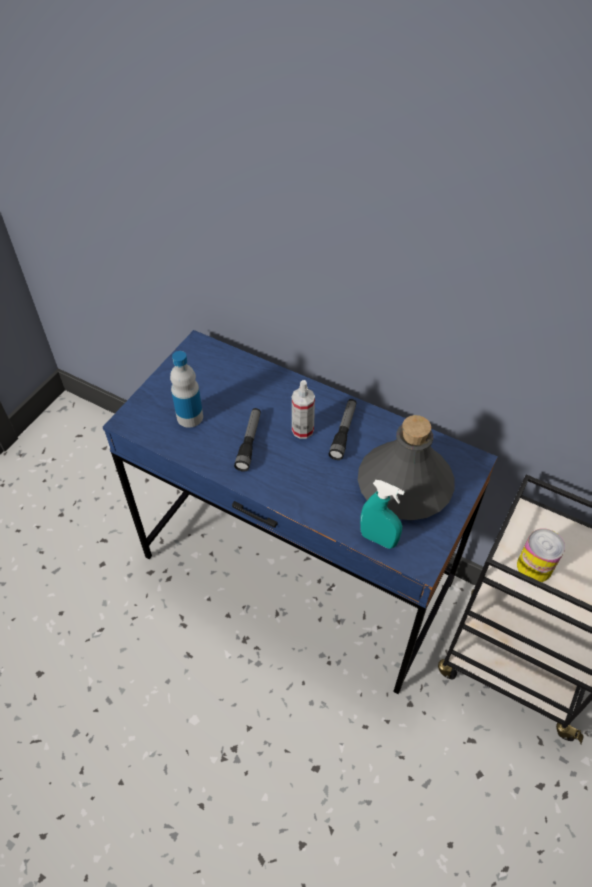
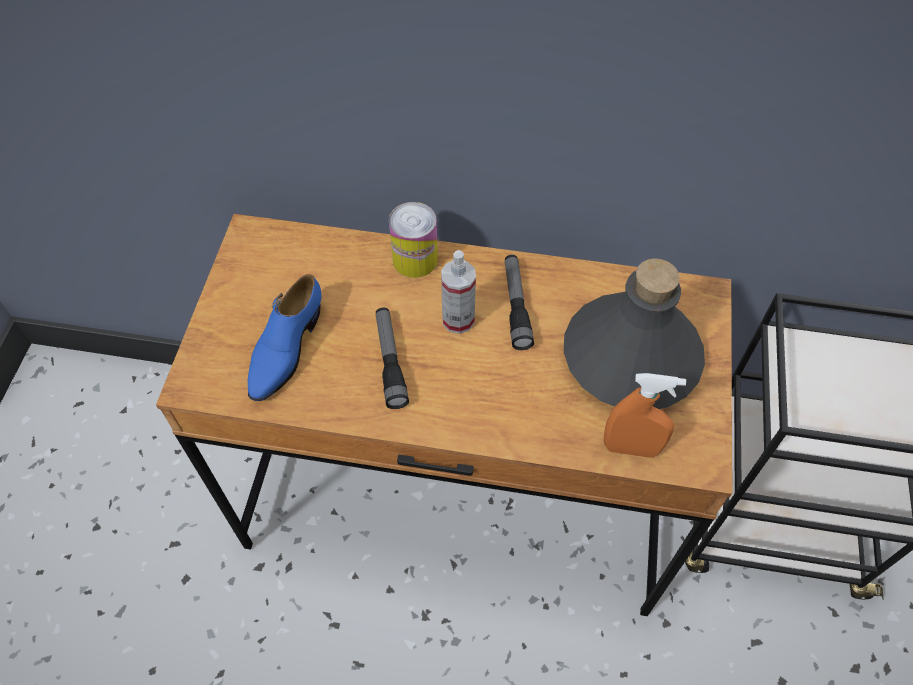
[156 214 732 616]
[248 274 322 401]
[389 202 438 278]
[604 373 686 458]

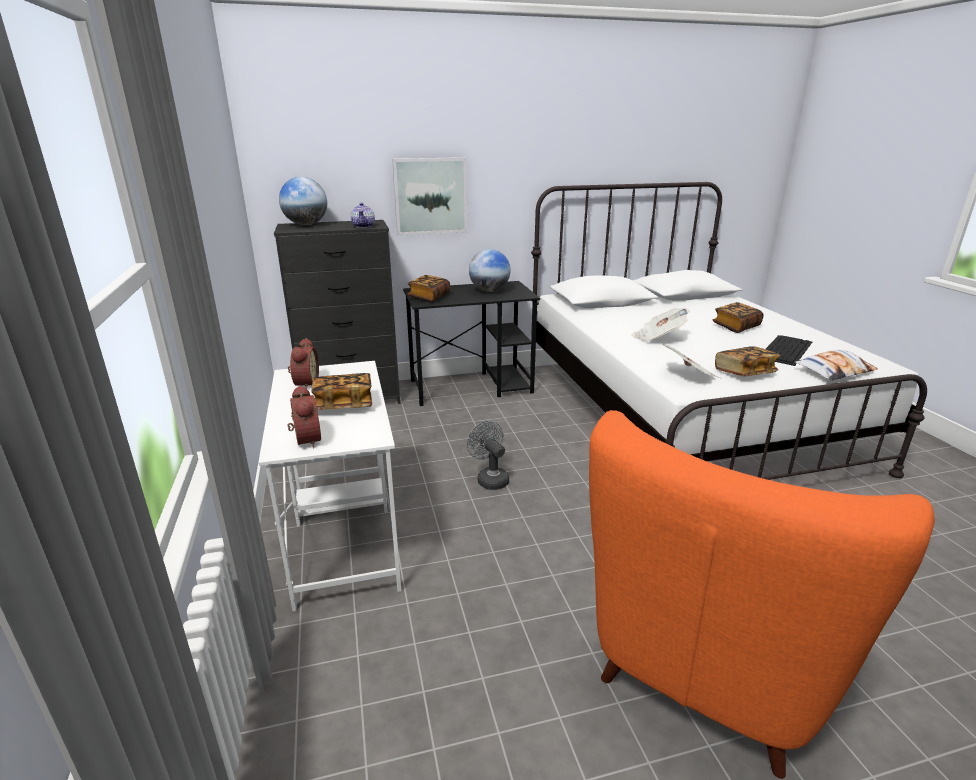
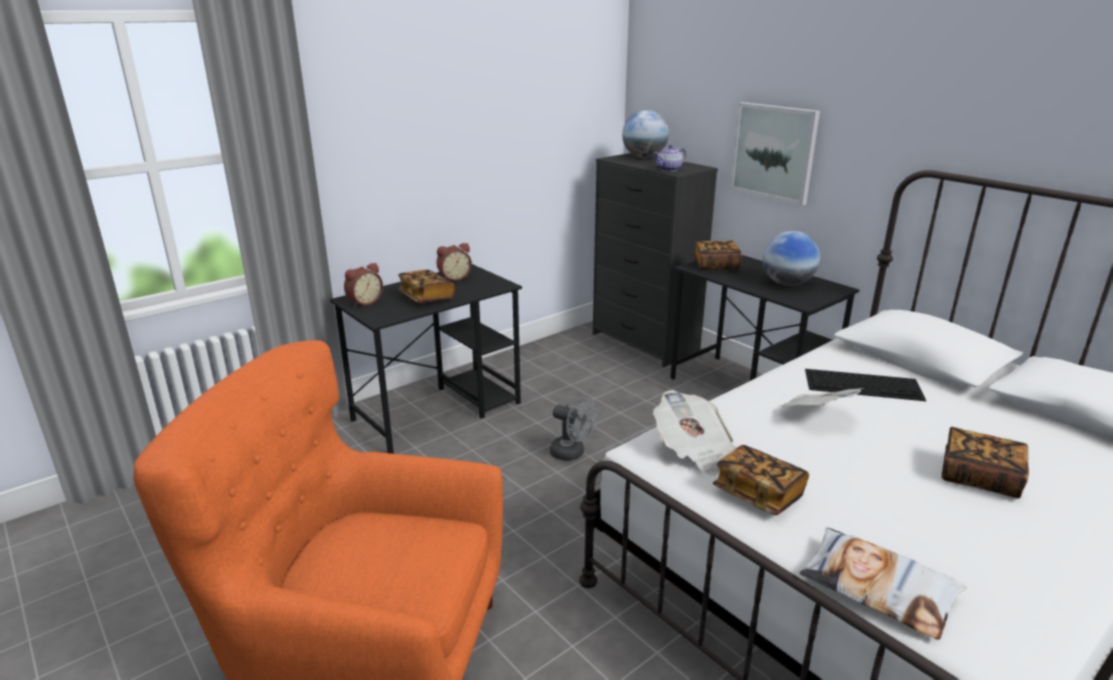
[330 264 522 454]
[550 397 597 461]
[805 369 926 401]

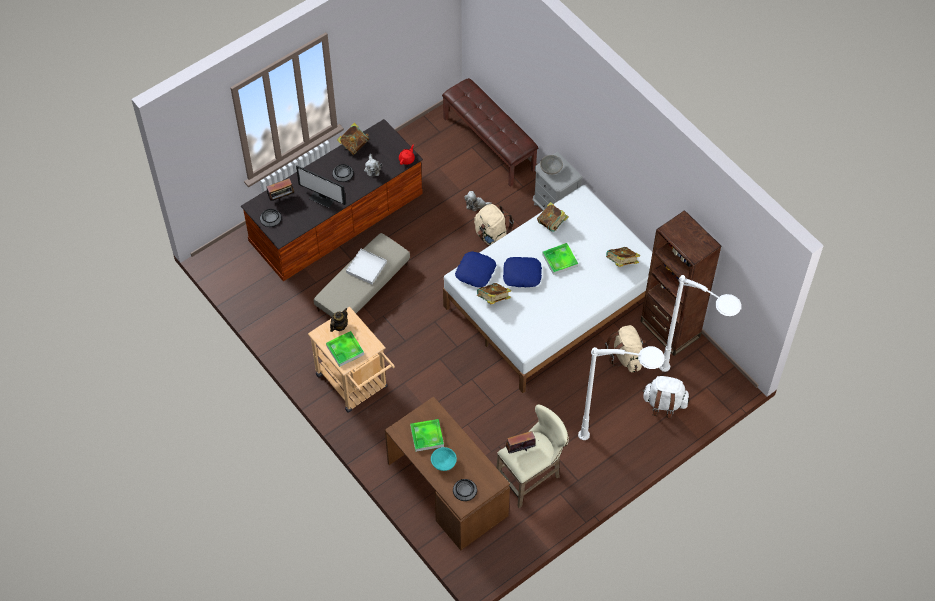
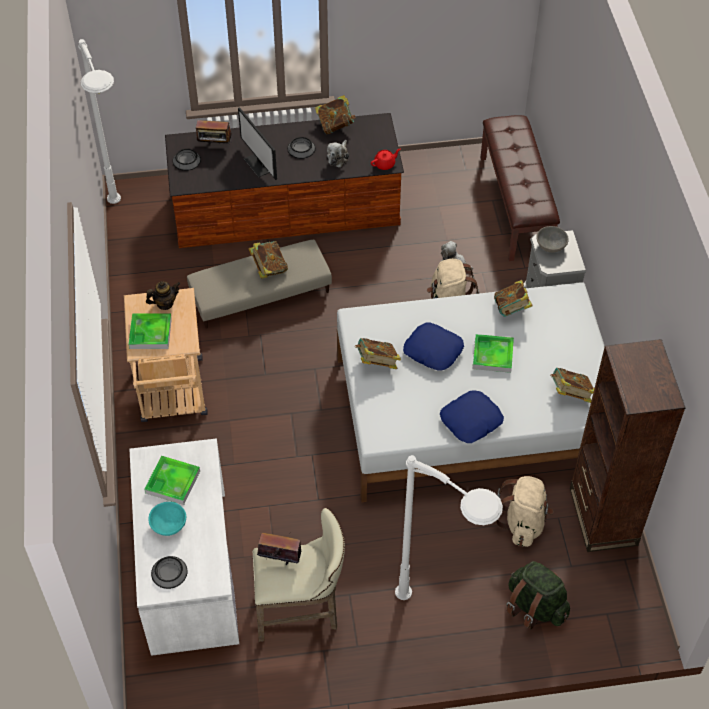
[78 39 121 204]
[129 438 239 656]
[249 241 288 279]
[440 390 504 443]
[507 561 570 629]

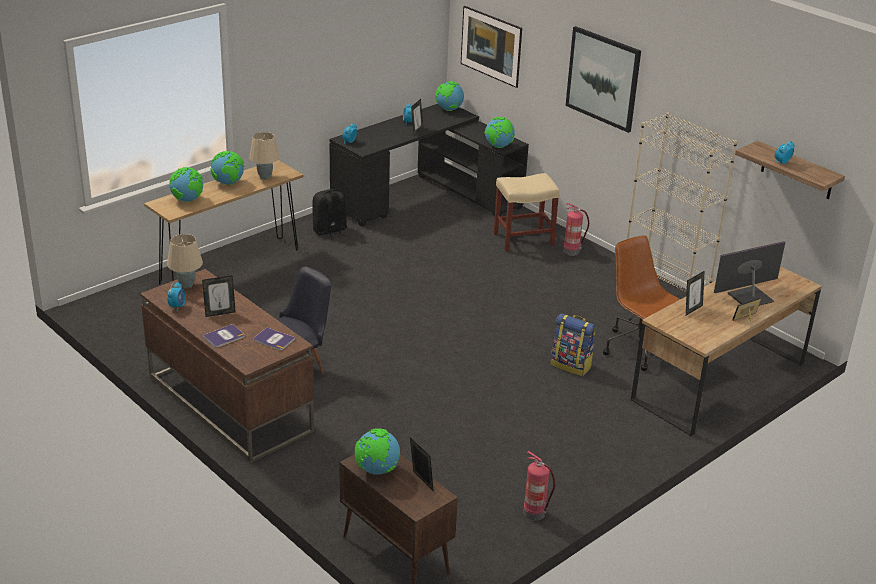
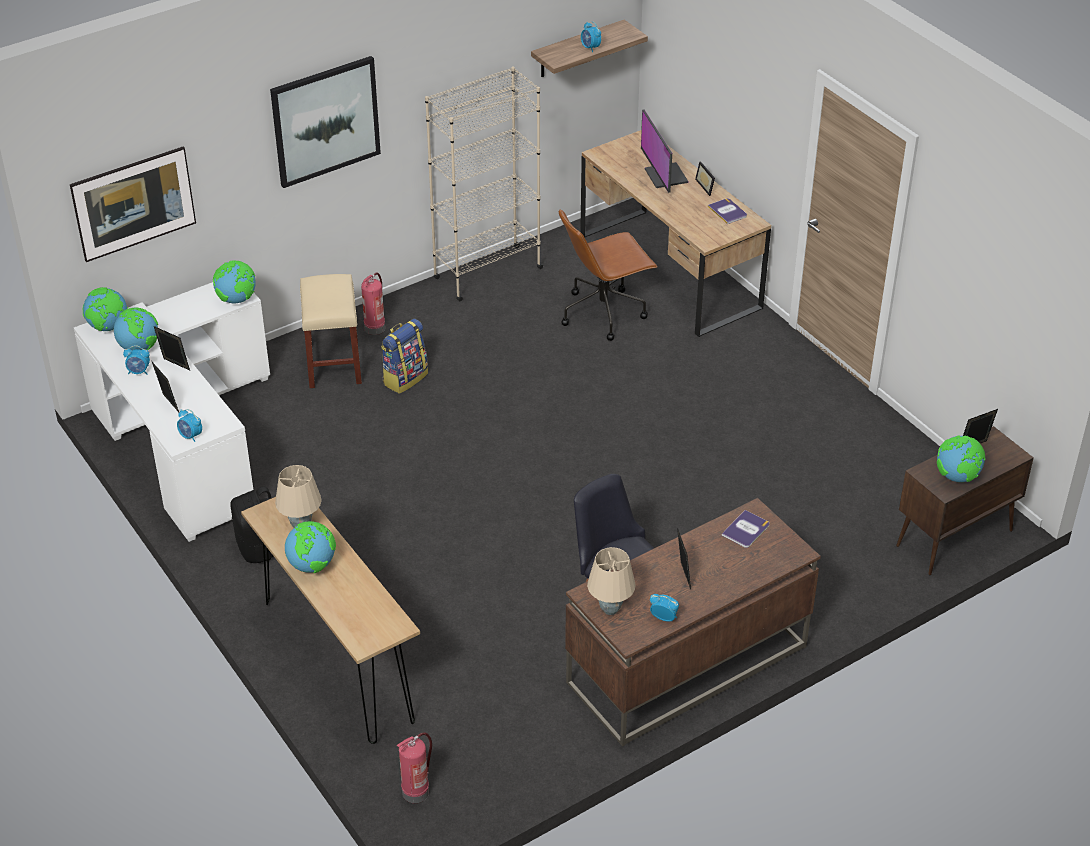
[74 282 270 542]
[114 308 158 350]
[152 362 179 412]
[381 318 428 394]
[397 732 432 803]
[708 198 747 224]

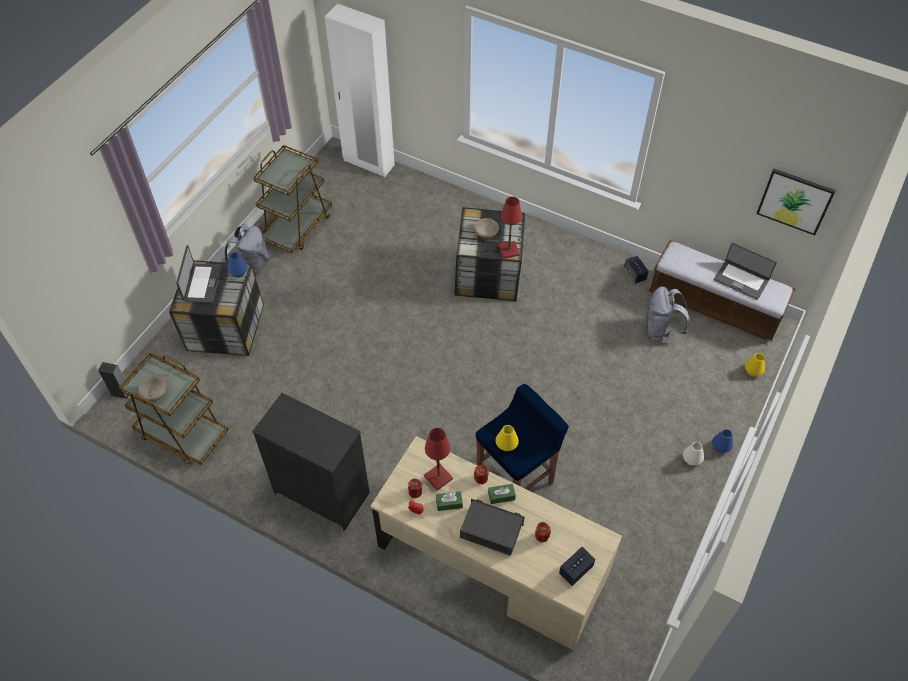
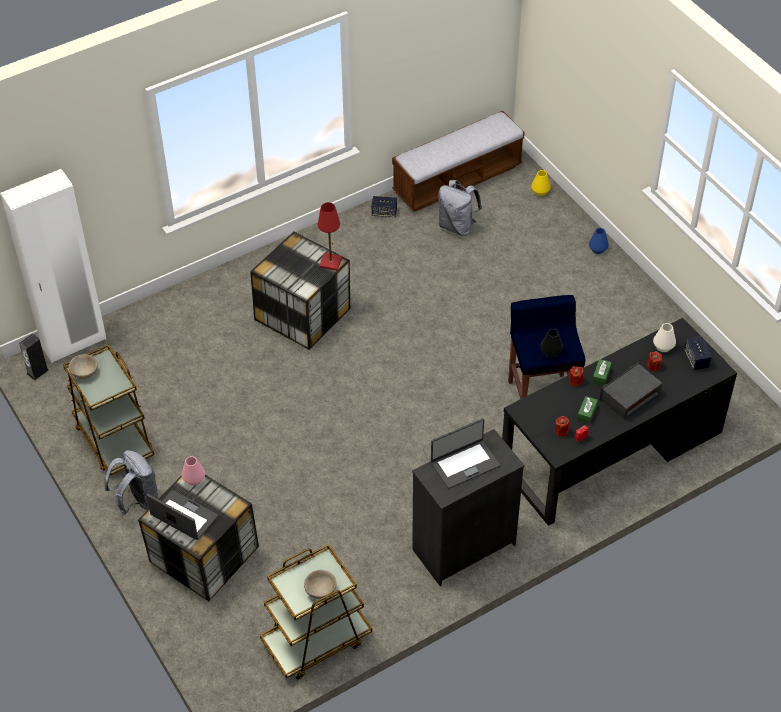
[19 333 49 381]
[69 354 97 379]
[181 456 205 486]
[431 418 500 489]
[502 318 737 526]
[540 329 563 358]
[653 323 676 352]
[424 428 453 491] (first image)
[756 169 836 235] (first image)

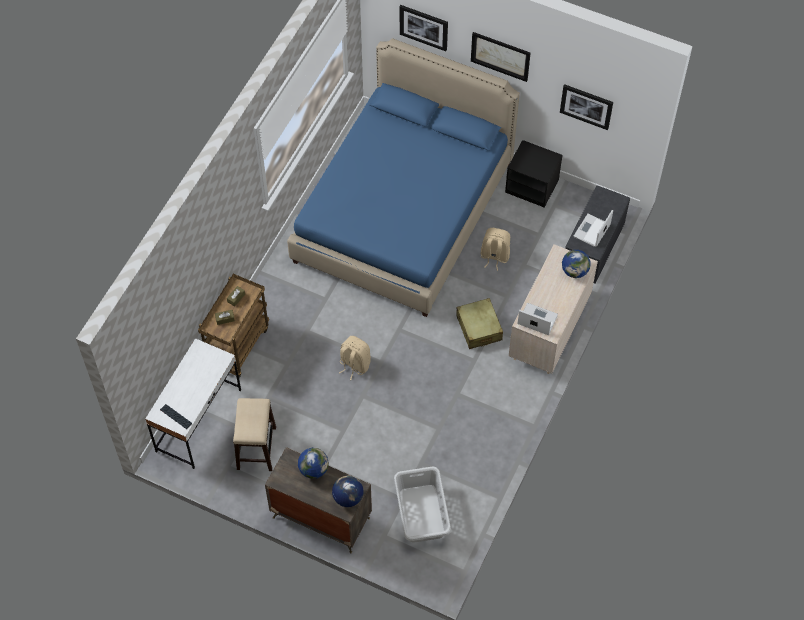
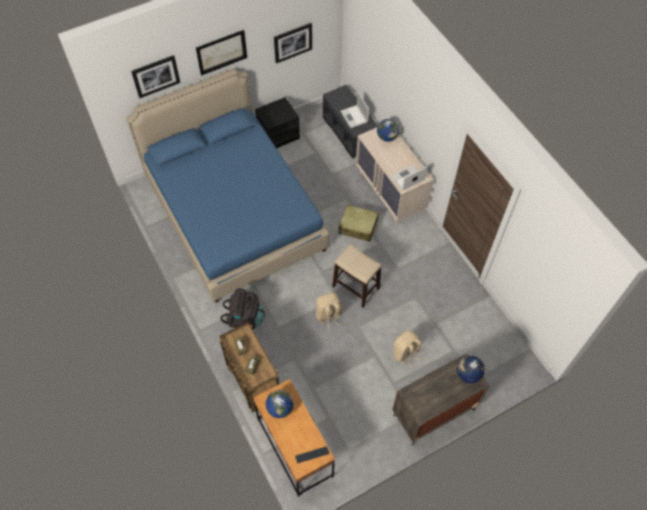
[221 288 265 329]
[253 379 335 497]
[266 390 294 418]
[332 244 382 308]
[393 330 421 367]
[394 467 451 543] (first image)

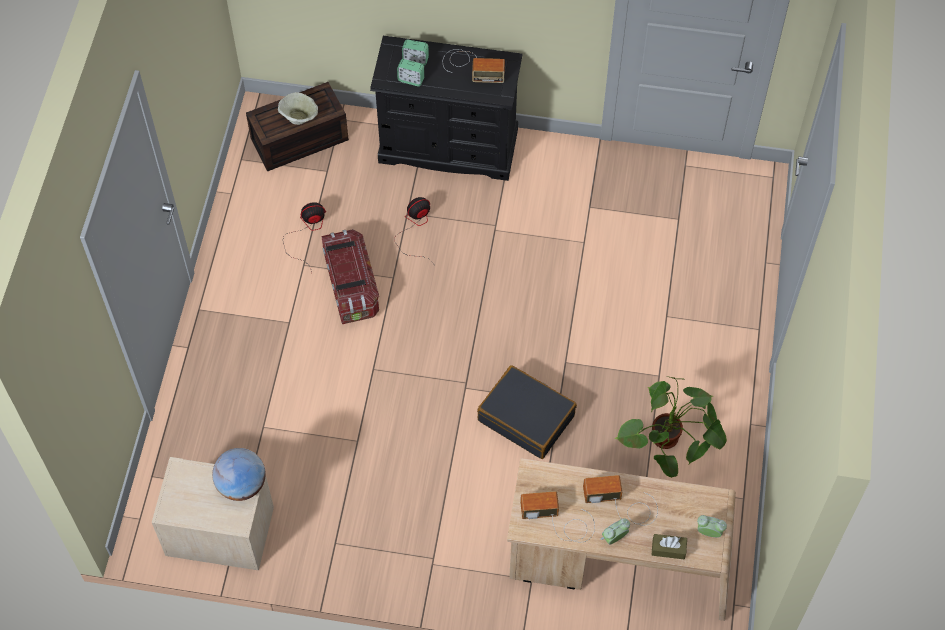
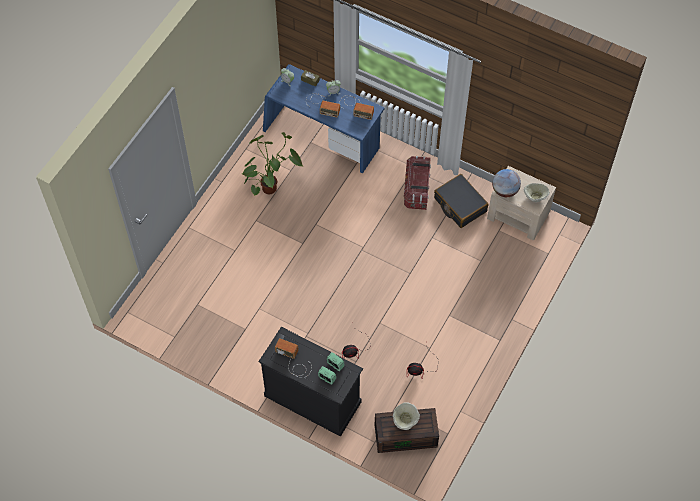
[263 64 385 173]
[404 156 431 210]
[434 174 488 228]
[523 183 550 202]

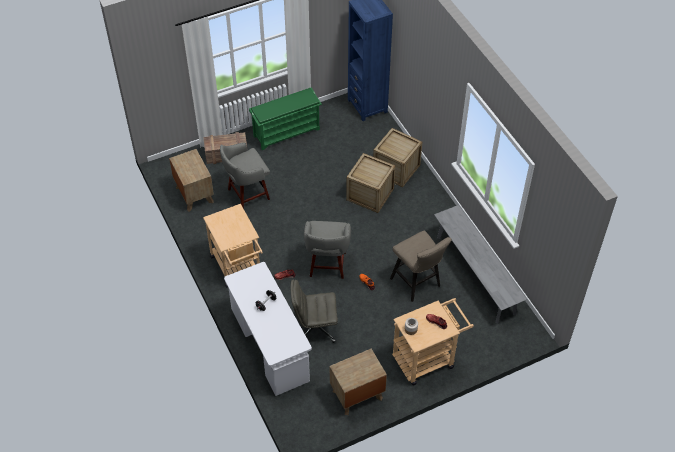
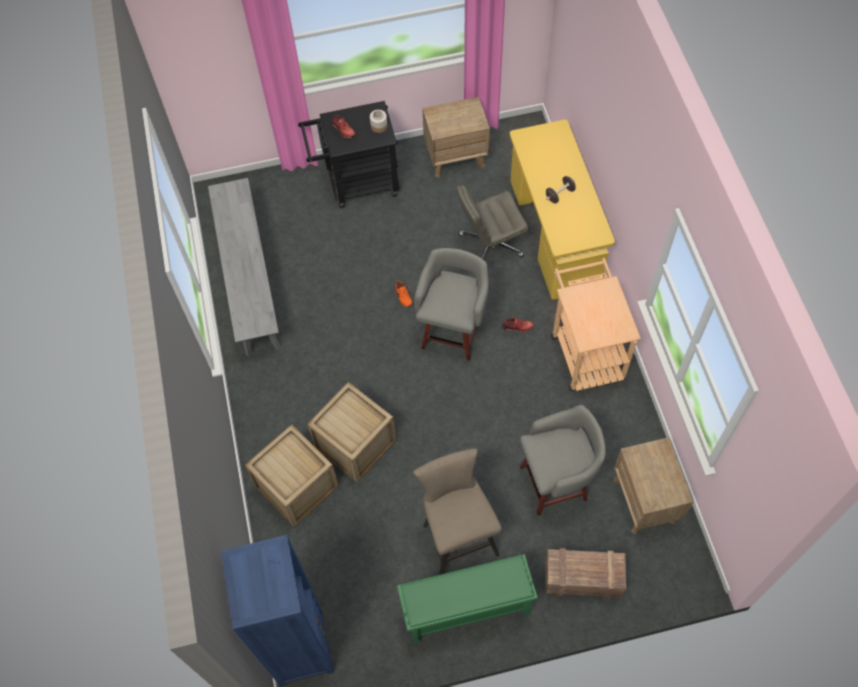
[298 101 401 208]
[413 448 502 575]
[456 185 528 259]
[510 120 615 300]

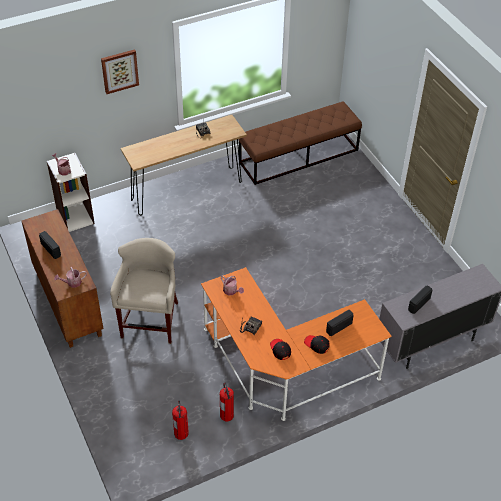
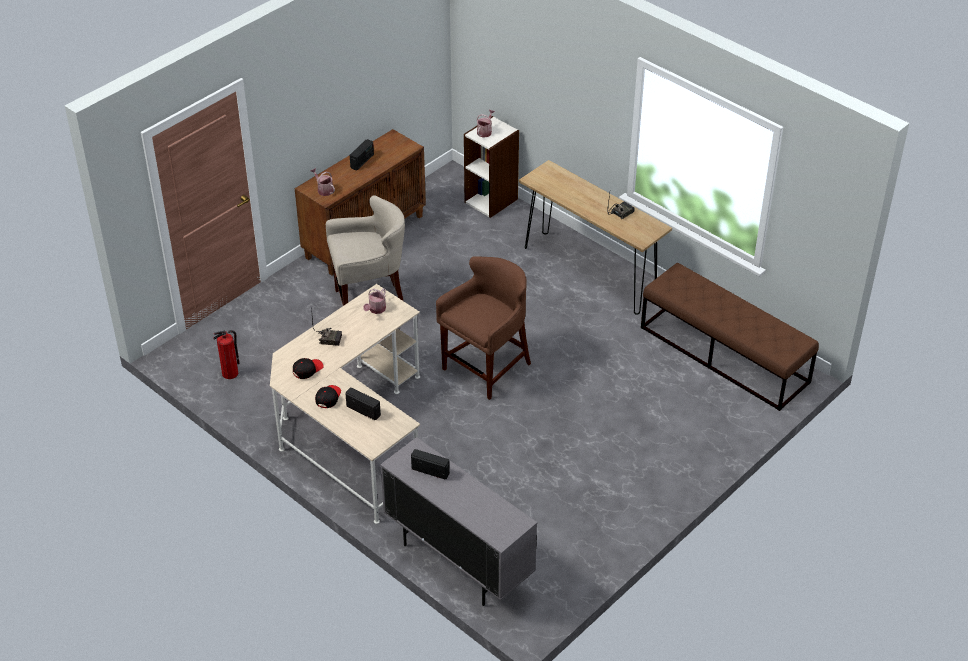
[270 284 420 524]
[436 256 531 400]
[101 49 139 94] (first image)
[220 382 234 421] (first image)

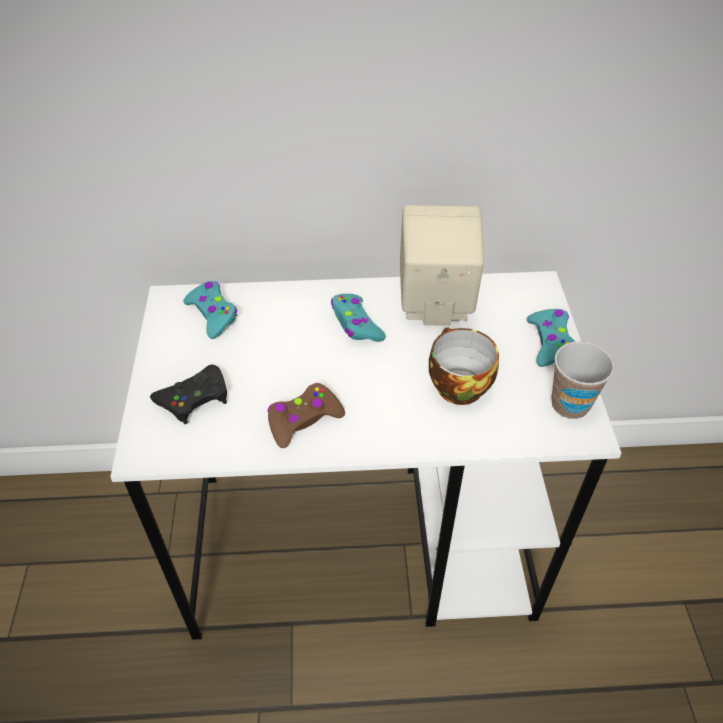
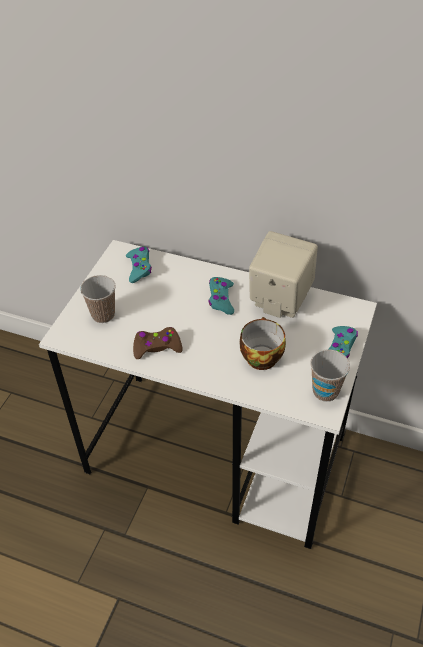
[80 275 116 323]

